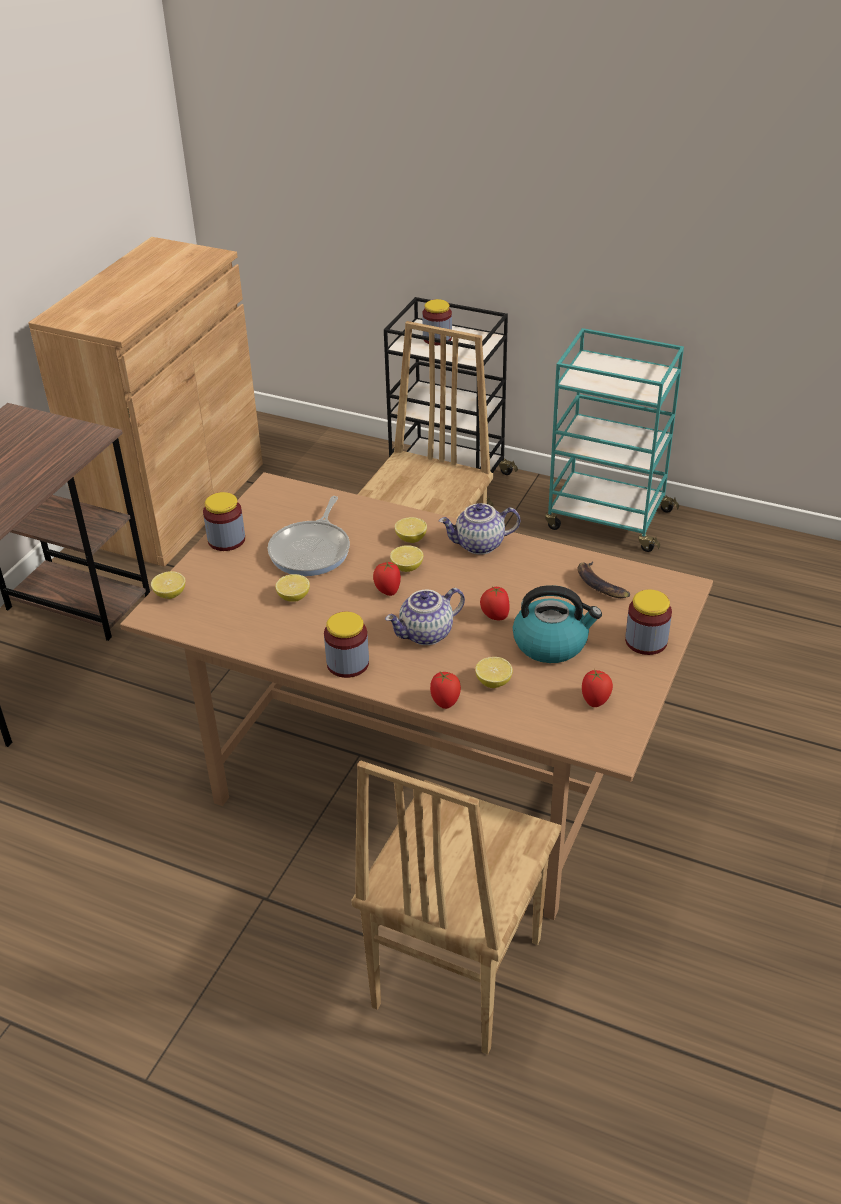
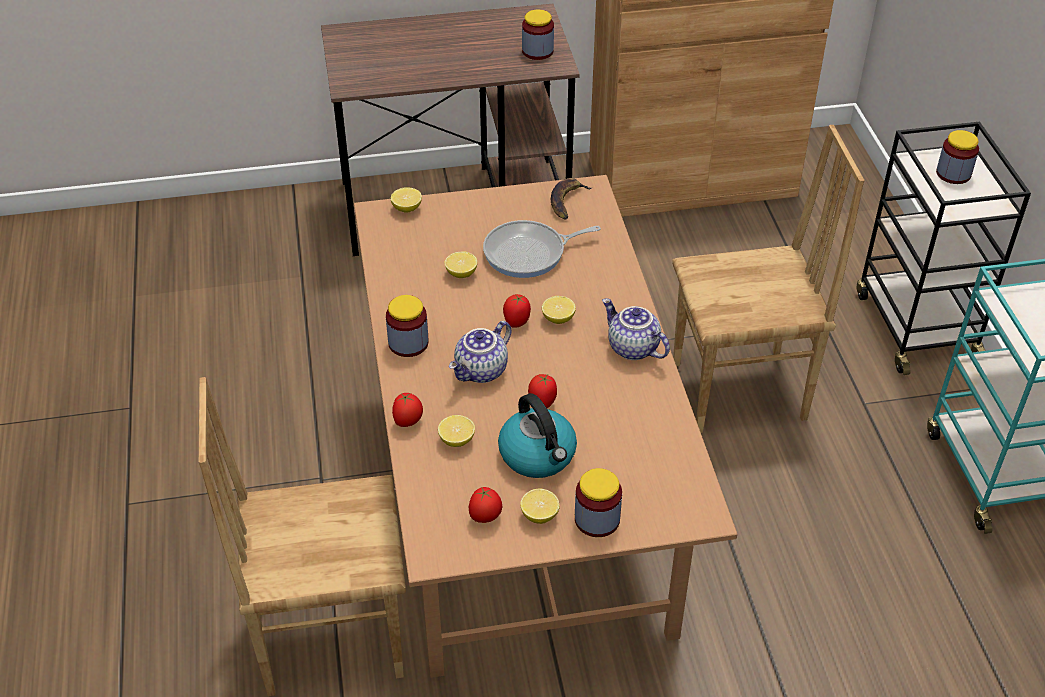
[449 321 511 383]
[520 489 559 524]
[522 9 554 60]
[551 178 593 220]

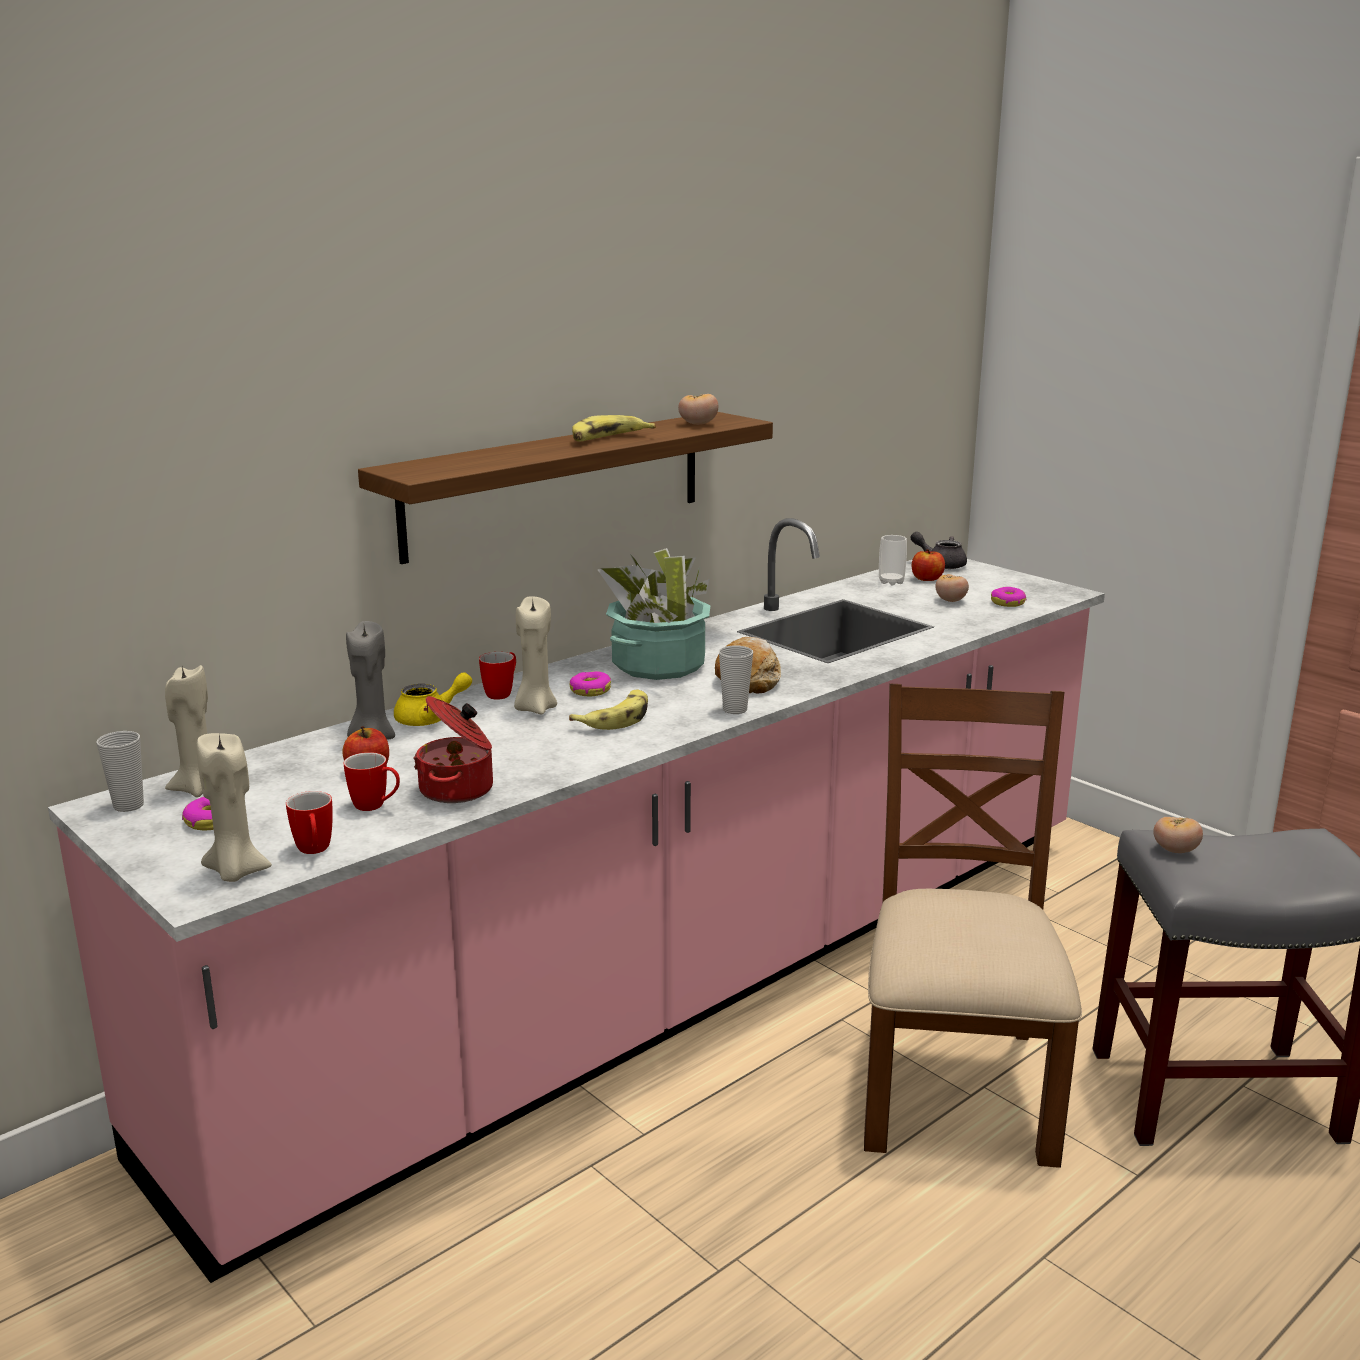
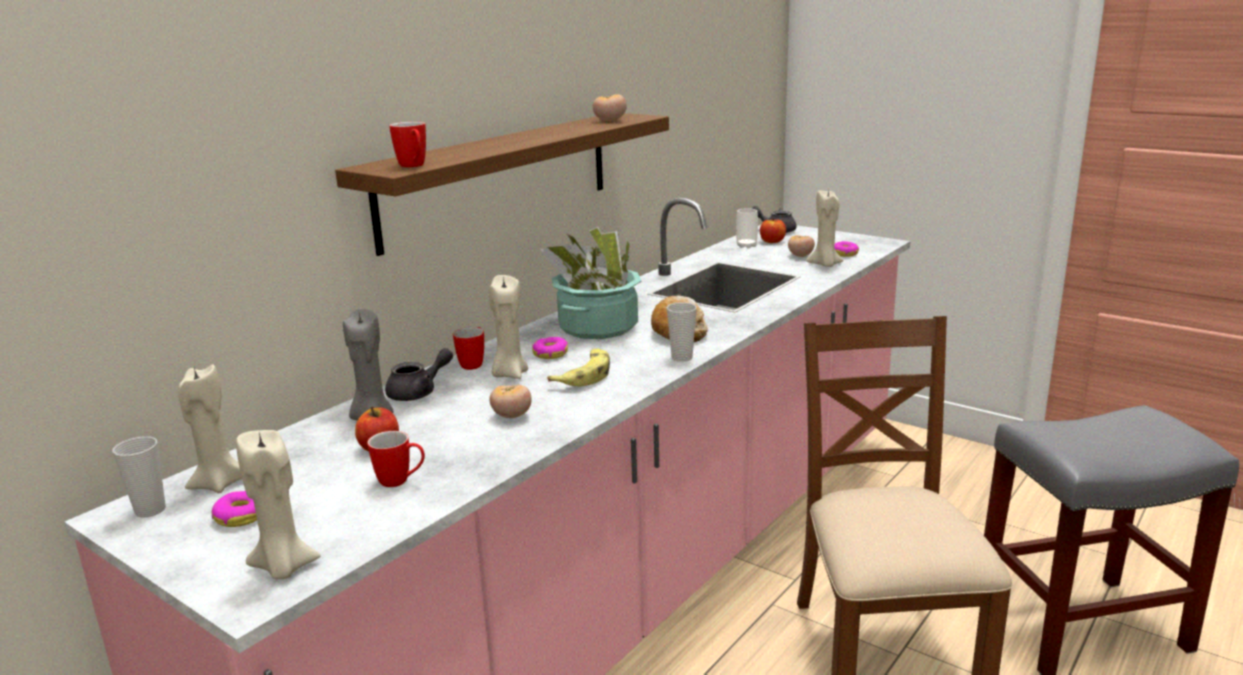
[385 348 453 401]
[389 122 426 168]
[489 385 532 418]
[806 190 844 267]
[413 696 493 803] (first image)
[572 415 656 442] (first image)

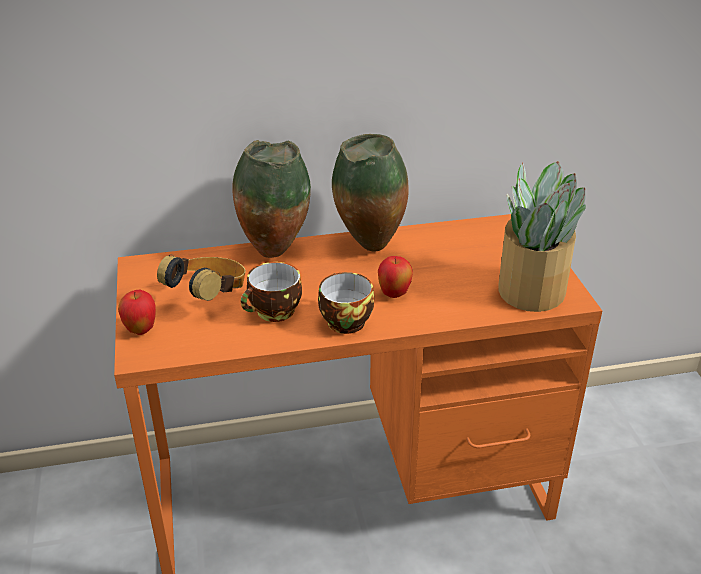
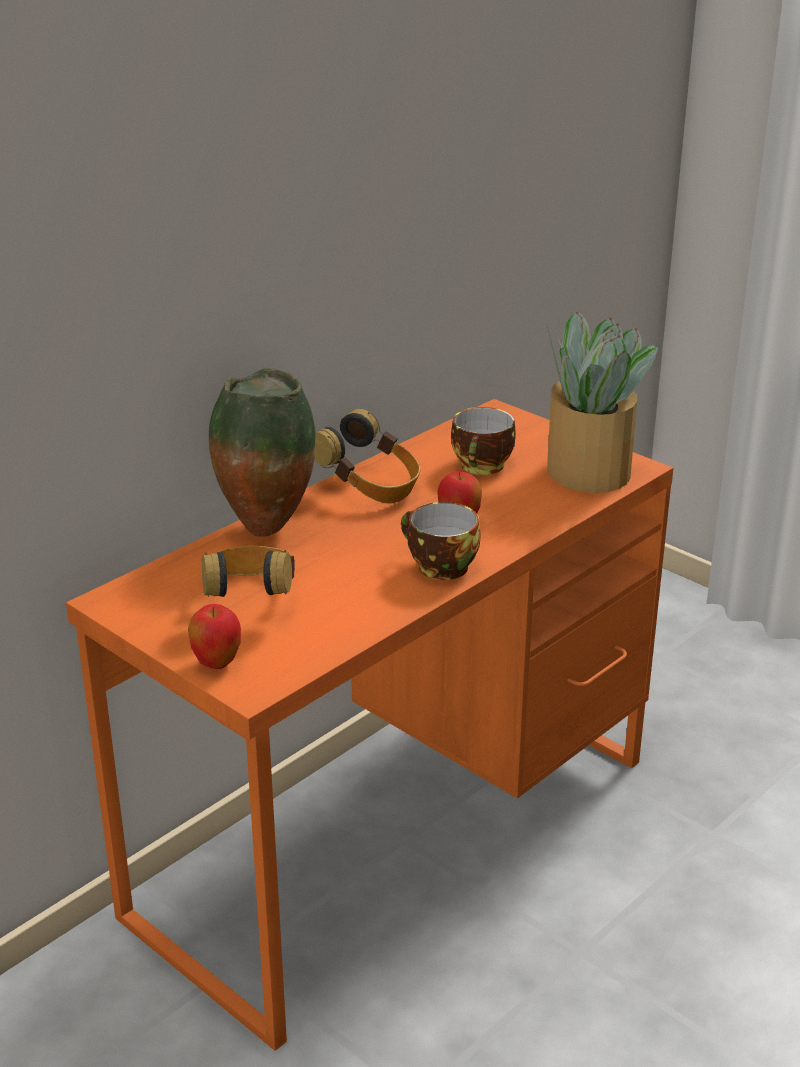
[314 409 420 503]
[451 407 516 475]

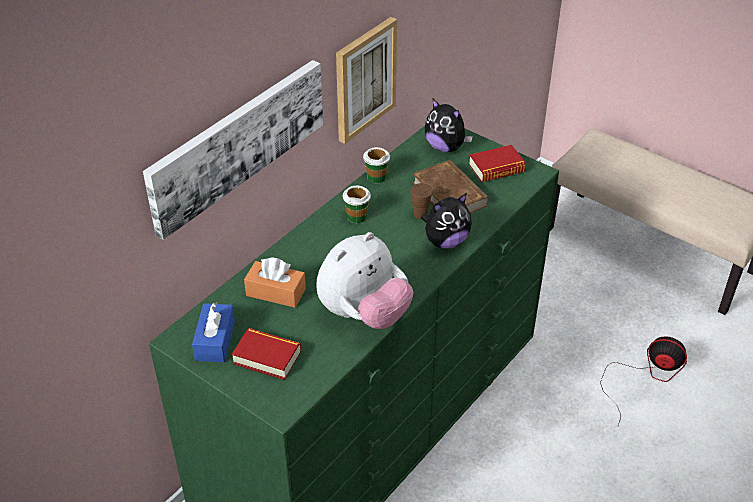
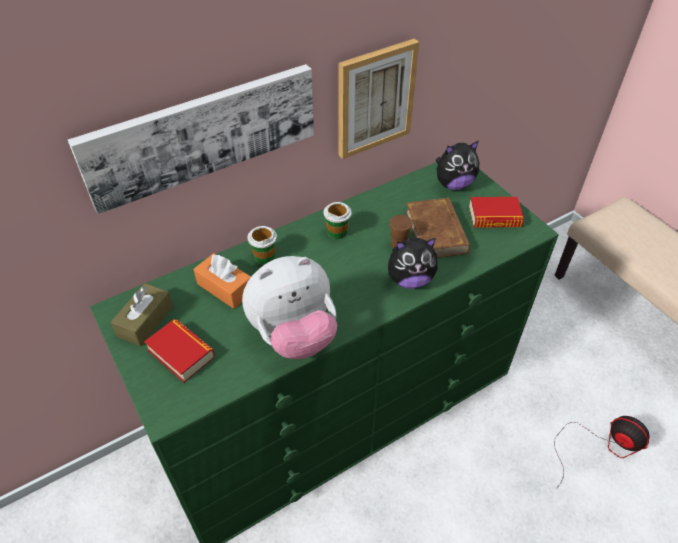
[111 283 173 346]
[247 226 277 264]
[436 140 479 190]

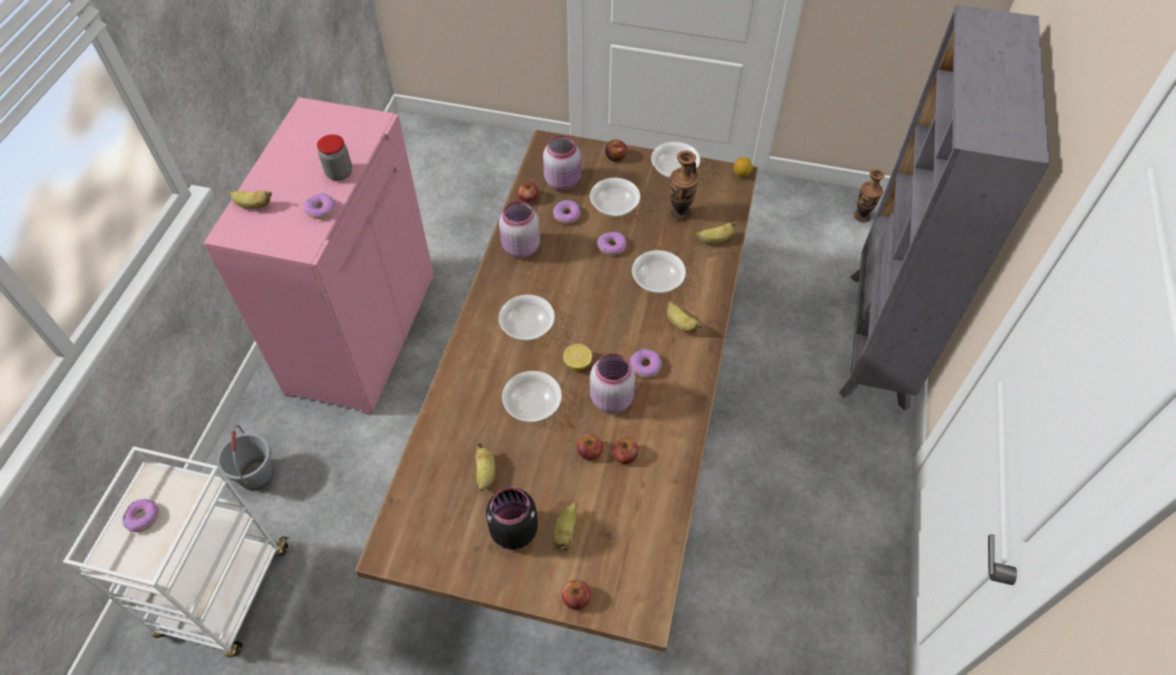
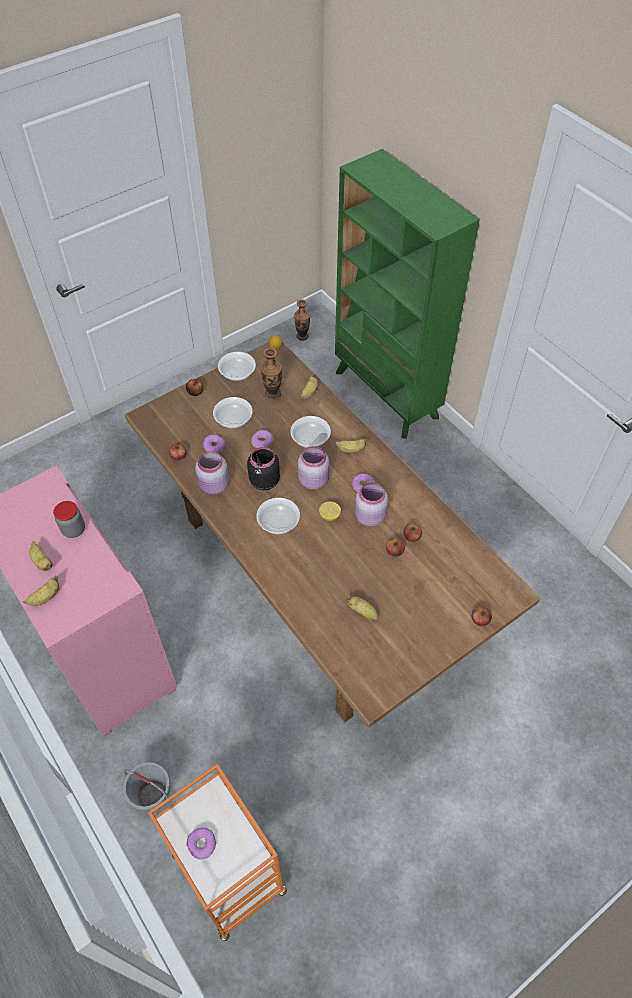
[29 541 53 571]
[148 764 287 941]
[247 447 280 491]
[298 446 330 490]
[335 149 480 439]
[304 193 336 219] (first image)
[502 371 562 422] (first image)

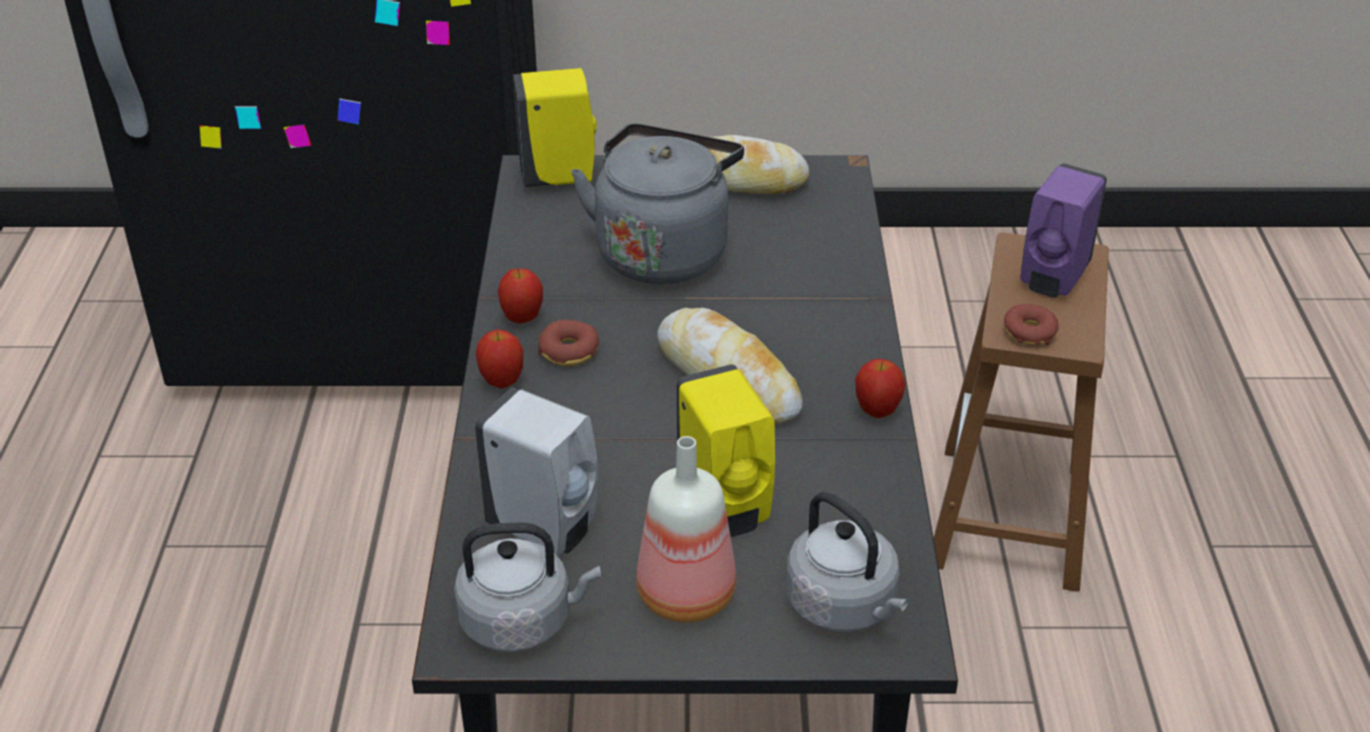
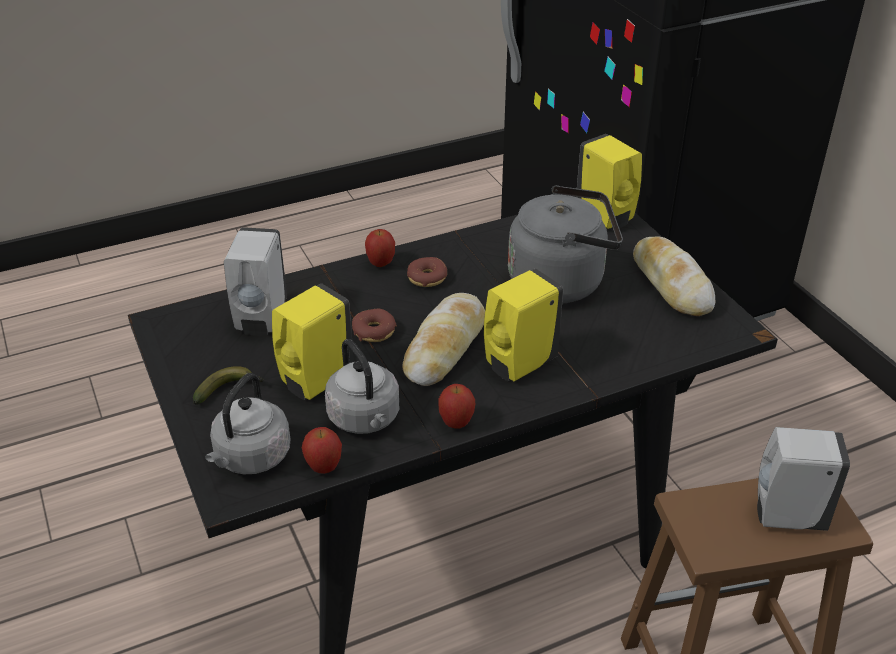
[193 366 264 405]
[302 427 342 474]
[325 339 399 434]
[352 309 397 342]
[484 269 563 381]
[757 427 850 531]

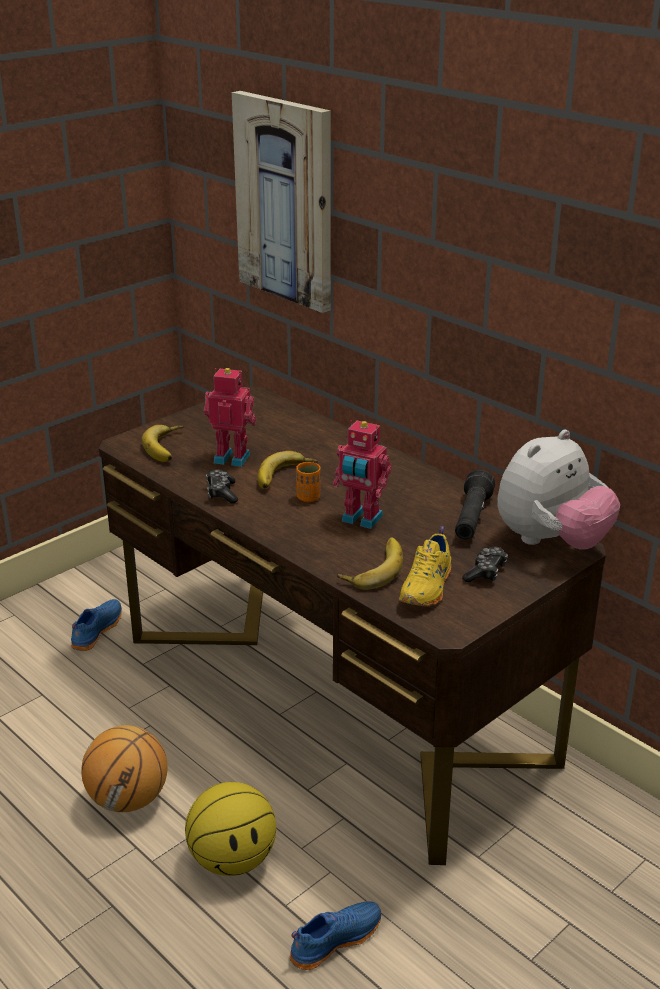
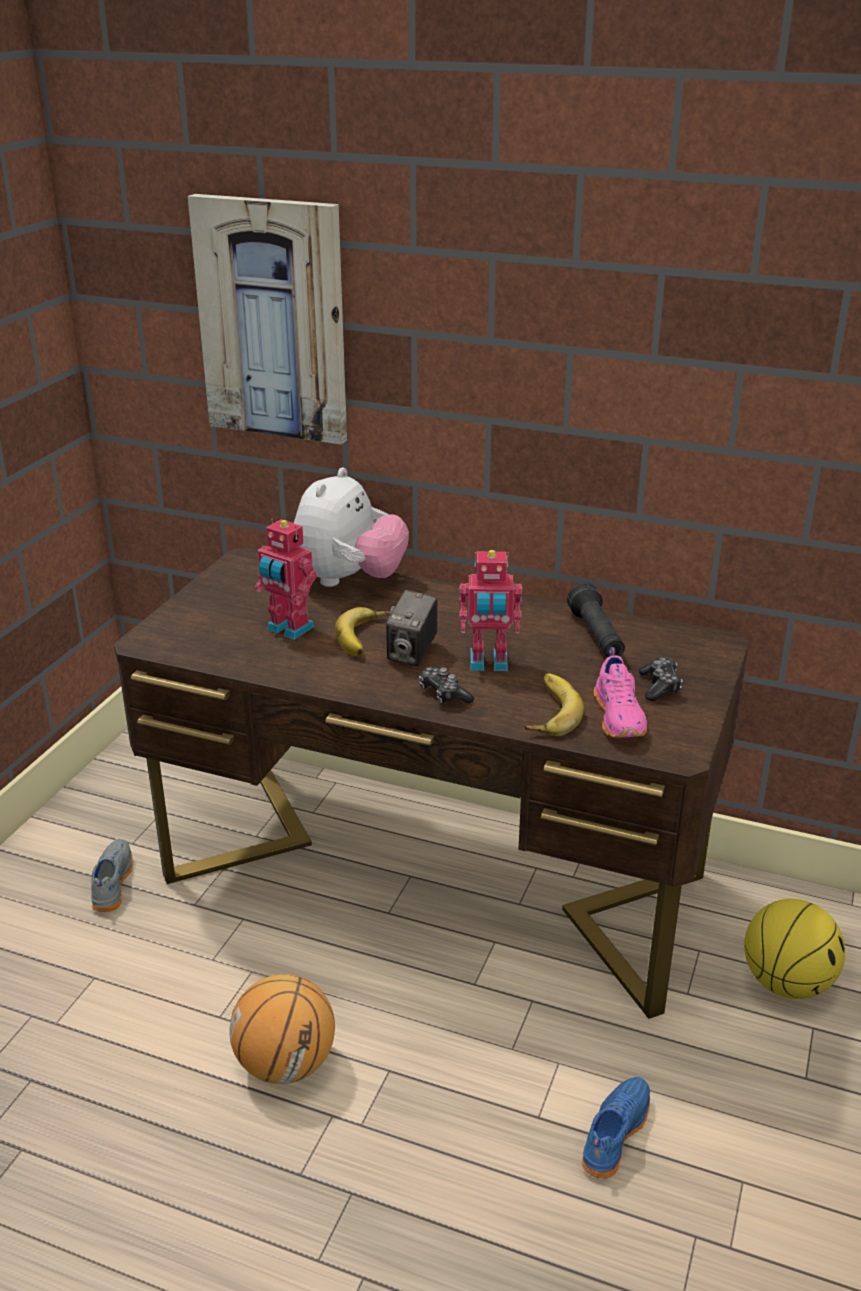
[91 839 133 912]
[255 519 317 640]
[294 467 409 587]
[386 590 438 666]
[419 667 474 704]
[594 647 647 738]
[744 899 845 999]
[142 425 184 462] (first image)

